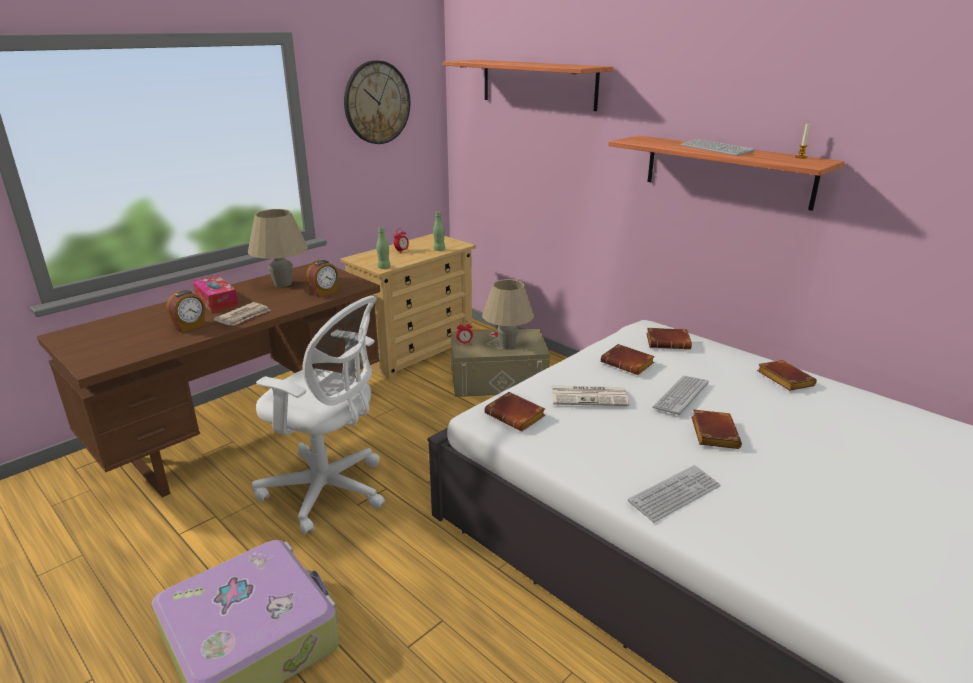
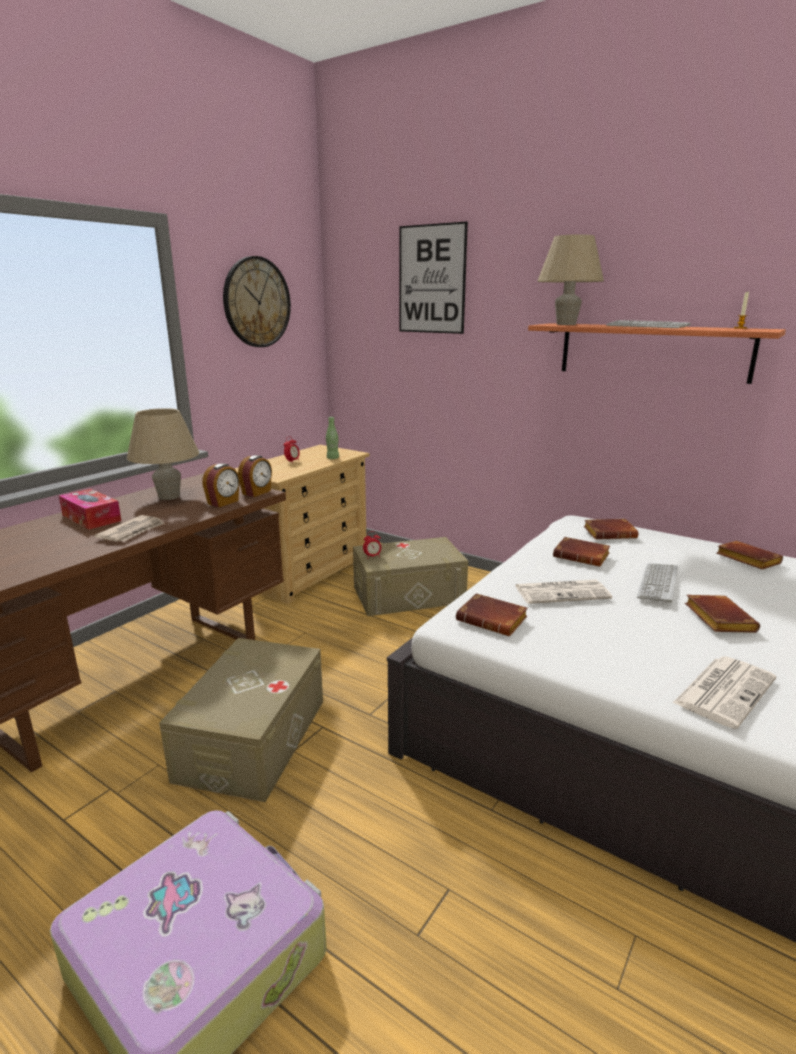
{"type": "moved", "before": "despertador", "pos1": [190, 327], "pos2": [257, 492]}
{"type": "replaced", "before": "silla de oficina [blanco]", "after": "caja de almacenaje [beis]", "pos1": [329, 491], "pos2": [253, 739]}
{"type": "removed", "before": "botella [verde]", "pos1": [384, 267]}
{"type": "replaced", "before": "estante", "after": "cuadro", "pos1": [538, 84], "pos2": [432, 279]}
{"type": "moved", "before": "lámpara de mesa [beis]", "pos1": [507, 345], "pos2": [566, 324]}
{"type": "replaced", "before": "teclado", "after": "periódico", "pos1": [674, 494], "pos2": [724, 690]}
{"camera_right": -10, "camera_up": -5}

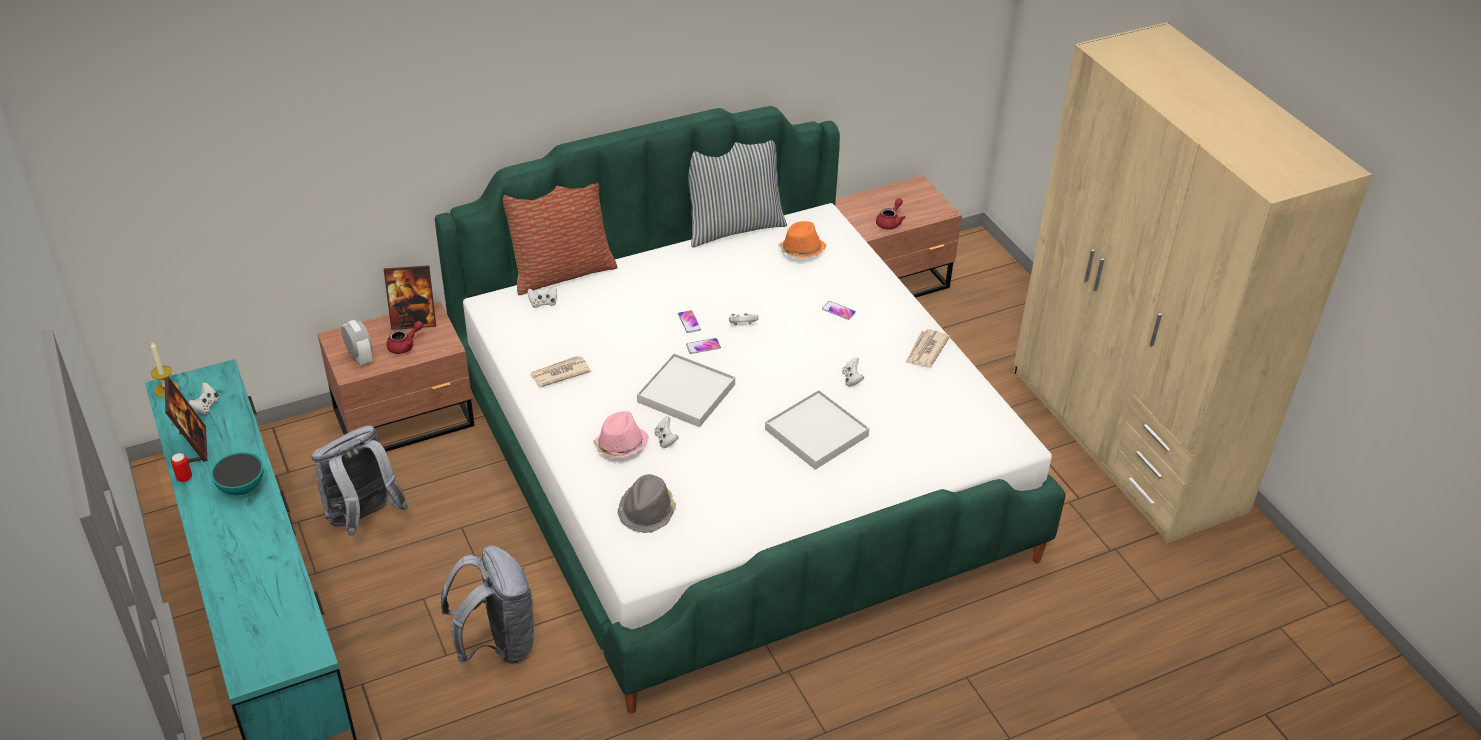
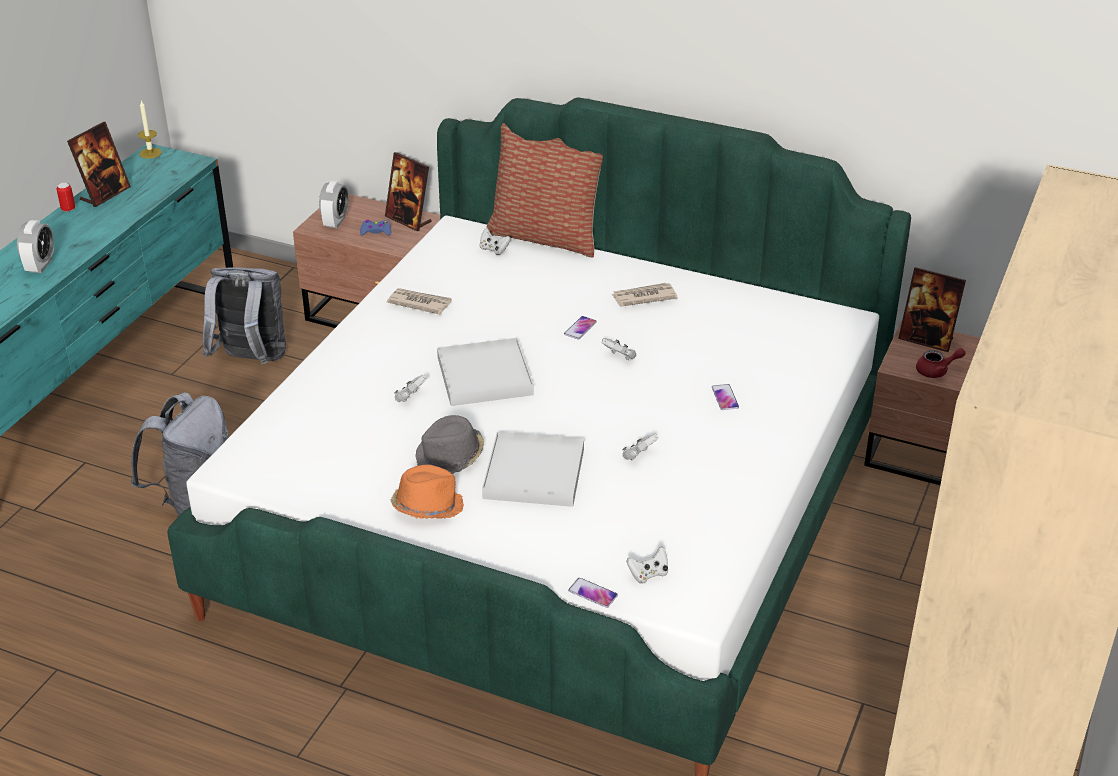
{"type": "moved", "before": "mando de consola [blanco]", "pos1": [206, 406], "pos2": [648, 574]}
{"type": "removed", "before": "cuenco", "pos1": [242, 487]}
{"type": "replaced", "before": "tetera [rojo]", "after": "mando de consola [azul]", "pos1": [405, 345], "pos2": [376, 231]}
{"type": "removed", "before": "sombrero [rosa]", "pos1": [620, 446]}
{"type": "moved", "before": "sombrero [gris]", "pos1": [647, 511], "pos2": [450, 456]}
{"type": "moved", "before": "móvil", "pos1": [703, 346], "pos2": [592, 593]}
{"type": "removed", "before": "cojín", "pos1": [733, 227]}
{"type": "moved", "before": "sombrero [naranja]", "pos1": [801, 251], "pos2": [427, 506]}
{"type": "moved", "before": "periódico", "pos1": [926, 350], "pos2": [643, 297]}
{"type": "added", "after": "despertador", "pos2": [40, 265]}
{"type": "added", "after": "portarretratos", "pos2": [926, 339]}
{"camera_right": 50, "camera_up": -5}

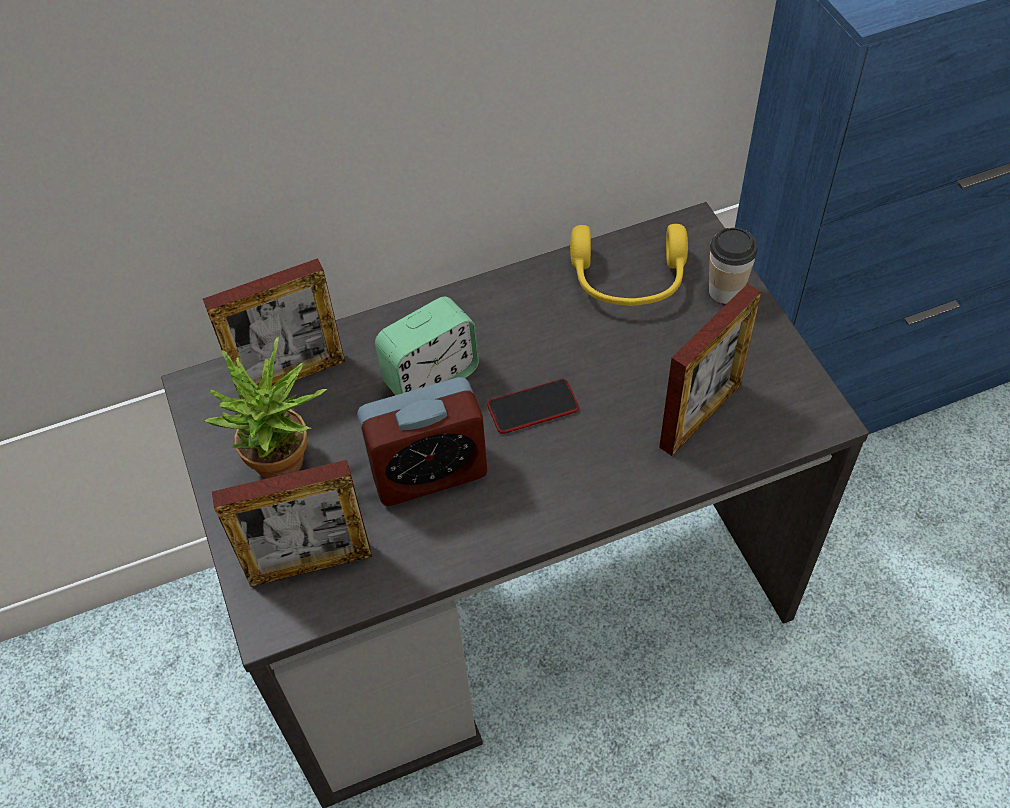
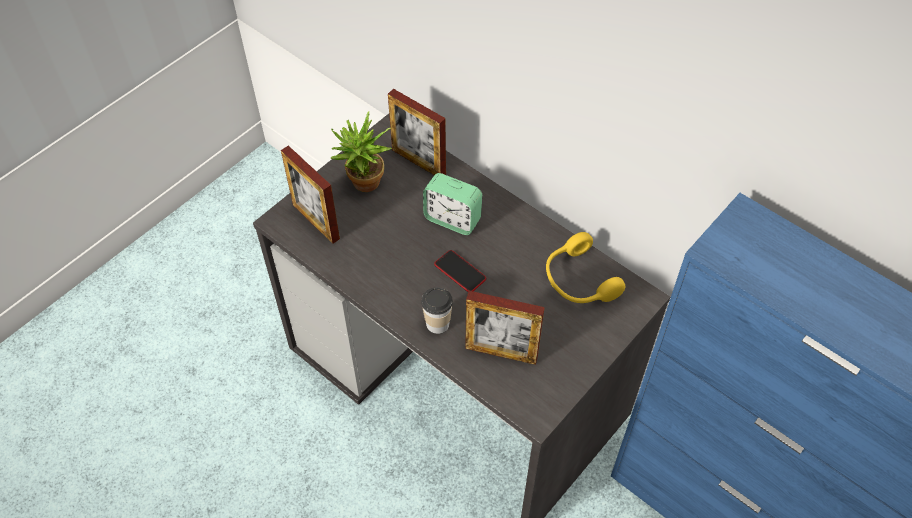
{"type": "removed", "before": "despertador", "pos1": [429, 472]}
{"type": "moved", "before": "taza", "pos1": [725, 290], "pos2": [437, 324]}
{"camera_right": 60, "camera_up": 0}

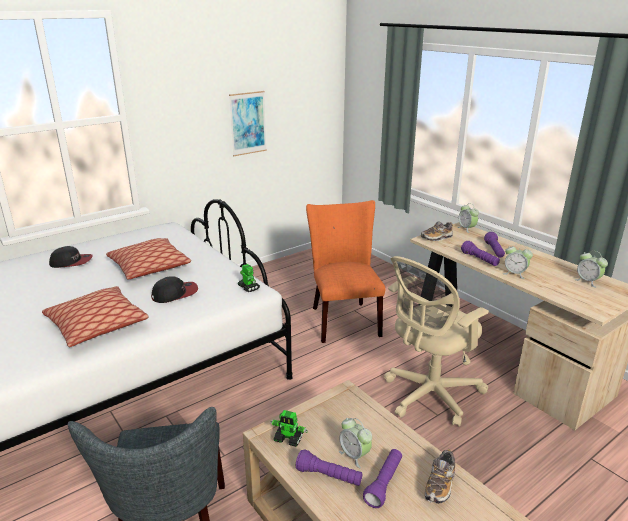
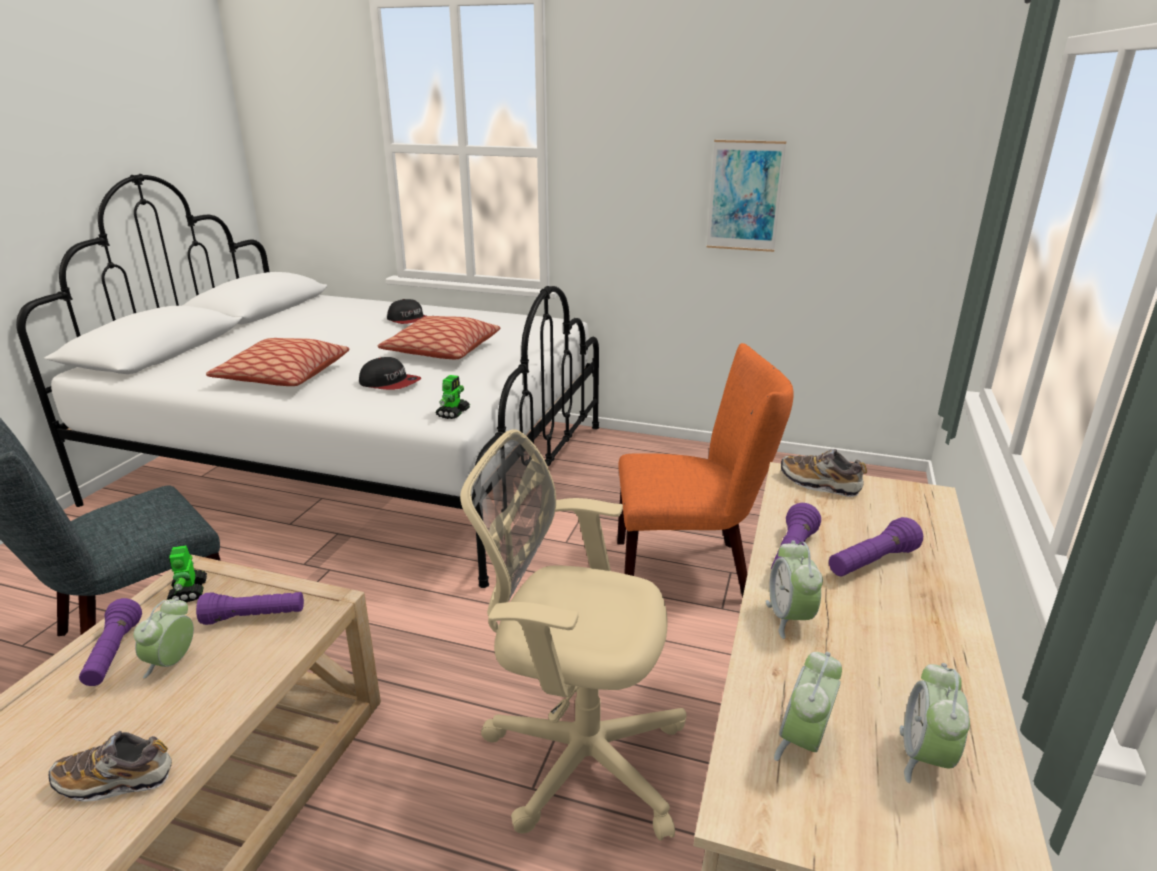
{"type": "turned", "before": "silla [naranja]", "pos1": [343, 319], "pos2": [691, 571], "turn": 45}
{"type": "moved", "before": "linterna [morado]", "pos1": [384, 483], "pos2": [254, 617]}
{"type": "moved", "before": "despertador", "pos1": [466, 229], "pos2": [803, 742]}
{"camera_right": 55, "camera_up": 0}

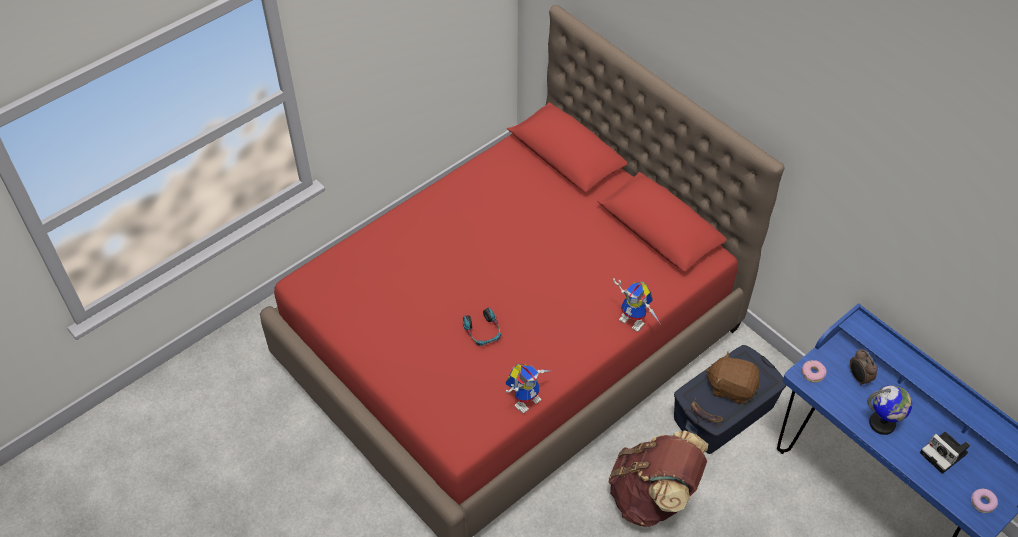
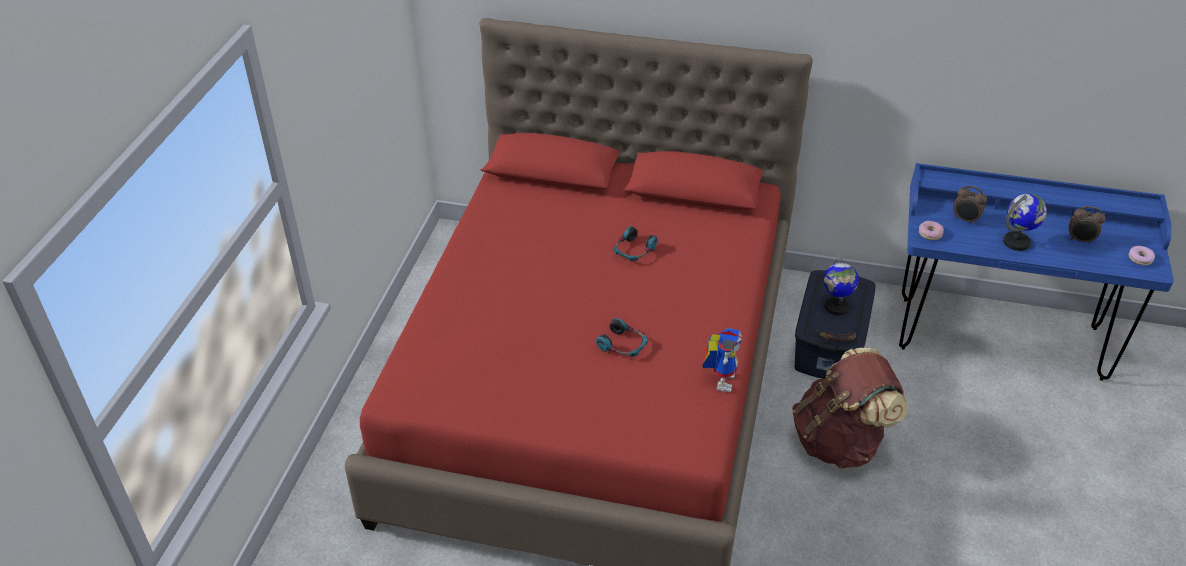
{"type": "removed", "before": "robot de juguete", "pos1": [635, 320]}
{"type": "replaced", "before": "peluche [marrón]", "after": "globo terráqueo", "pos1": [731, 387], "pos2": [836, 307]}
{"type": "replaced", "before": "cámara", "after": "despertador", "pos1": [944, 454], "pos2": [1080, 240]}
{"type": "added", "after": "auriculares", "pos2": [634, 251]}
{"camera_right": -35, "camera_up": -10}

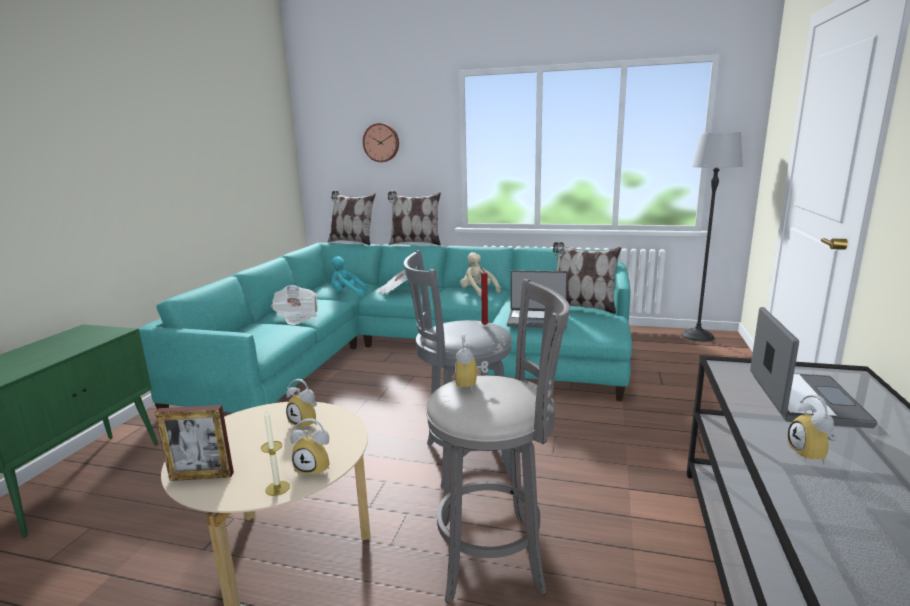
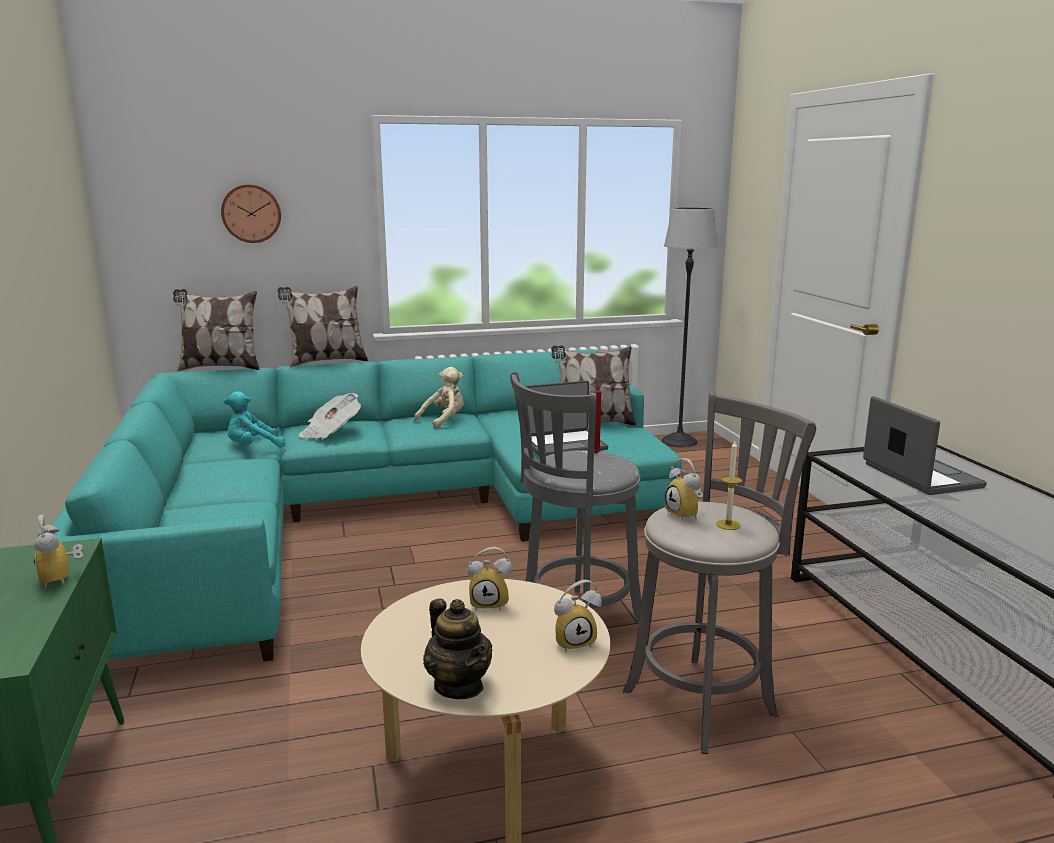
{"type": "replaced", "before": "portarretratos", "after": "tetera", "pos1": [202, 476], "pos2": [459, 686]}
{"type": "moved", "before": "vela", "pos1": [277, 488], "pos2": [728, 525]}
{"type": "removed", "before": "periódico", "pos1": [296, 317]}
{"type": "turned", "before": "peluche [beis]", "pos1": [477, 292], "pos2": [444, 421], "turn": 120}
{"type": "moved", "before": "despertador", "pos1": [813, 455], "pos2": [62, 579]}
{"camera_right": -30, "camera_up": 0}

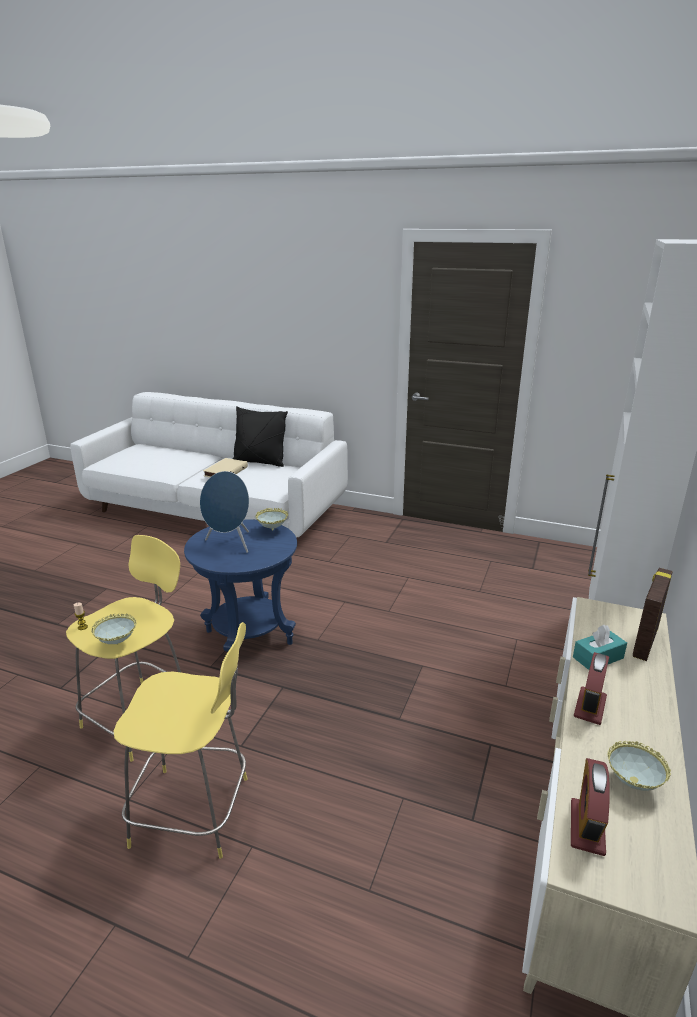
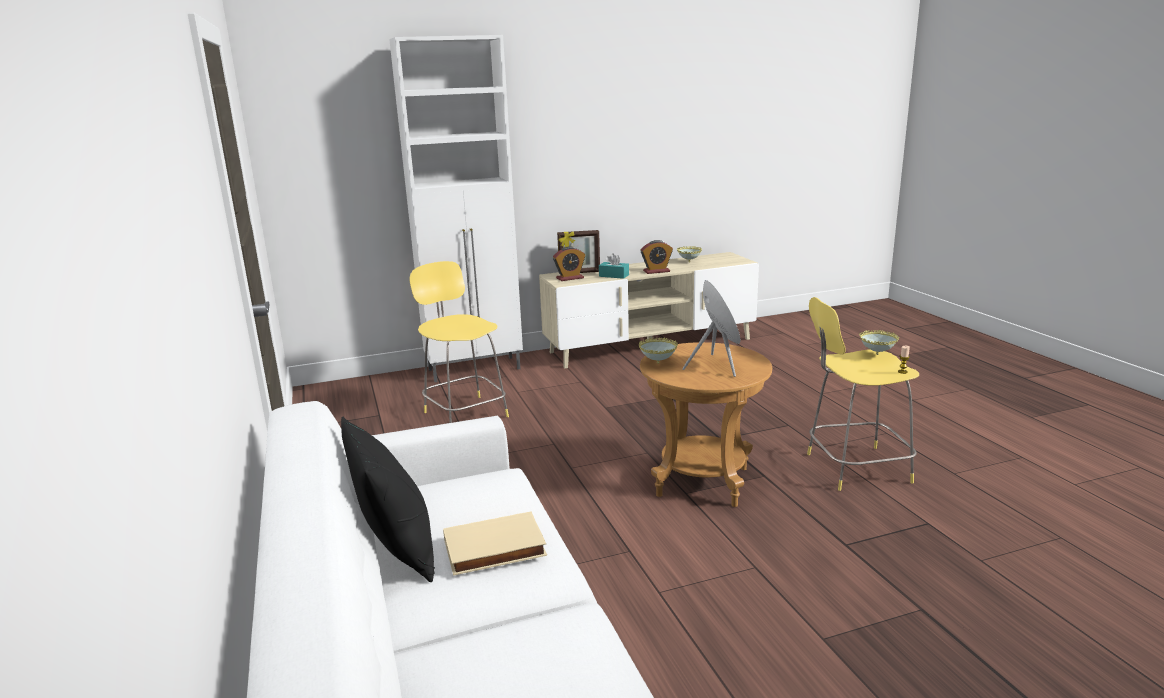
{"type": "moved", "before": "taburete [amarillo]", "pos1": [195, 812], "pos2": [464, 413]}
{"type": "recoloured", "before": "mesa auxiliar [azul]", "after": "mesa auxiliar [marrón]", "pos1": [248, 637], "pos2": [702, 482]}
{"type": "moved", "before": "despertador", "pos1": [587, 827], "pos2": [570, 278]}
{"camera_right": -130, "camera_up": -5}

